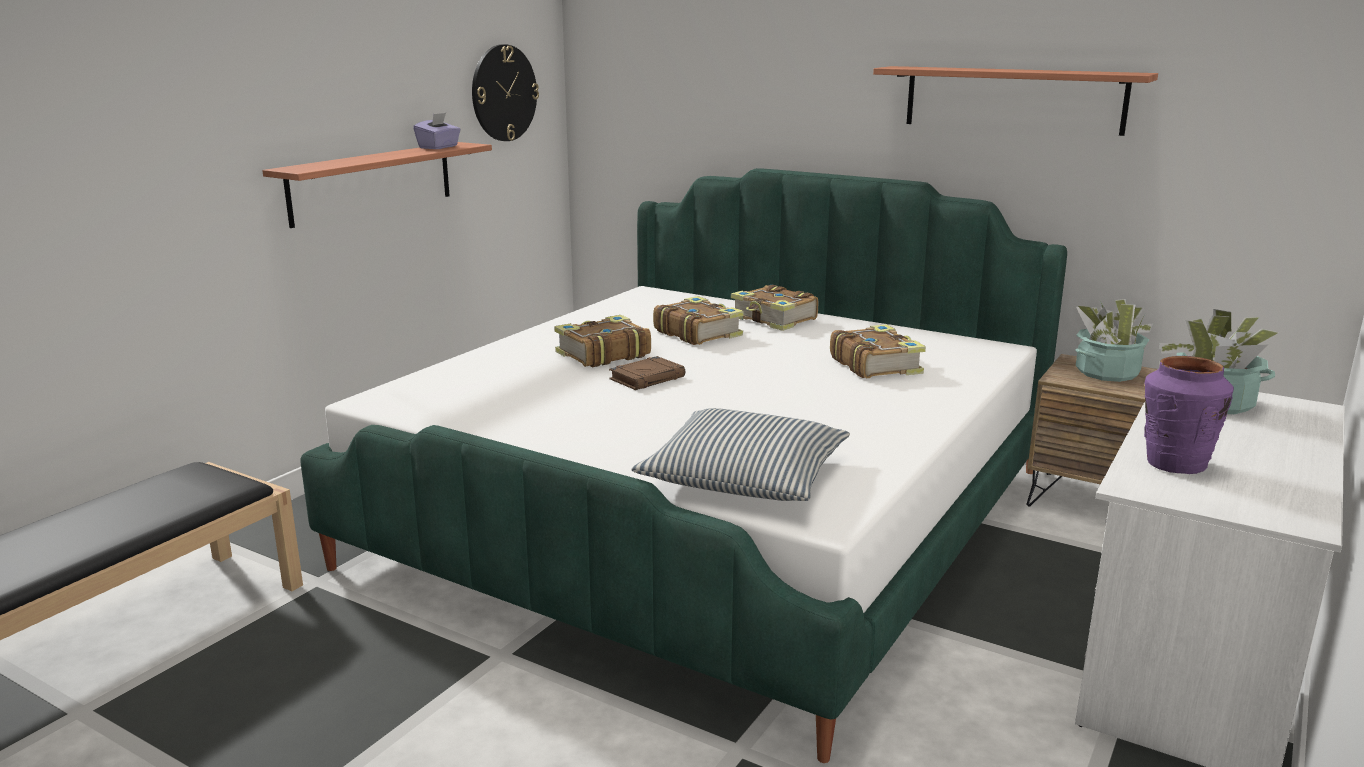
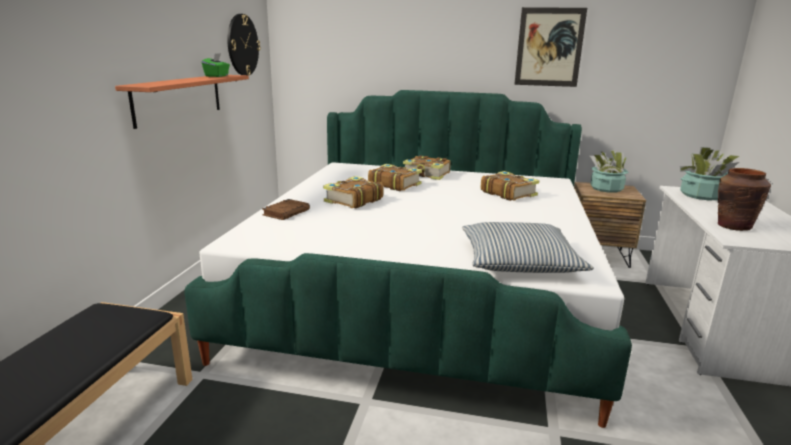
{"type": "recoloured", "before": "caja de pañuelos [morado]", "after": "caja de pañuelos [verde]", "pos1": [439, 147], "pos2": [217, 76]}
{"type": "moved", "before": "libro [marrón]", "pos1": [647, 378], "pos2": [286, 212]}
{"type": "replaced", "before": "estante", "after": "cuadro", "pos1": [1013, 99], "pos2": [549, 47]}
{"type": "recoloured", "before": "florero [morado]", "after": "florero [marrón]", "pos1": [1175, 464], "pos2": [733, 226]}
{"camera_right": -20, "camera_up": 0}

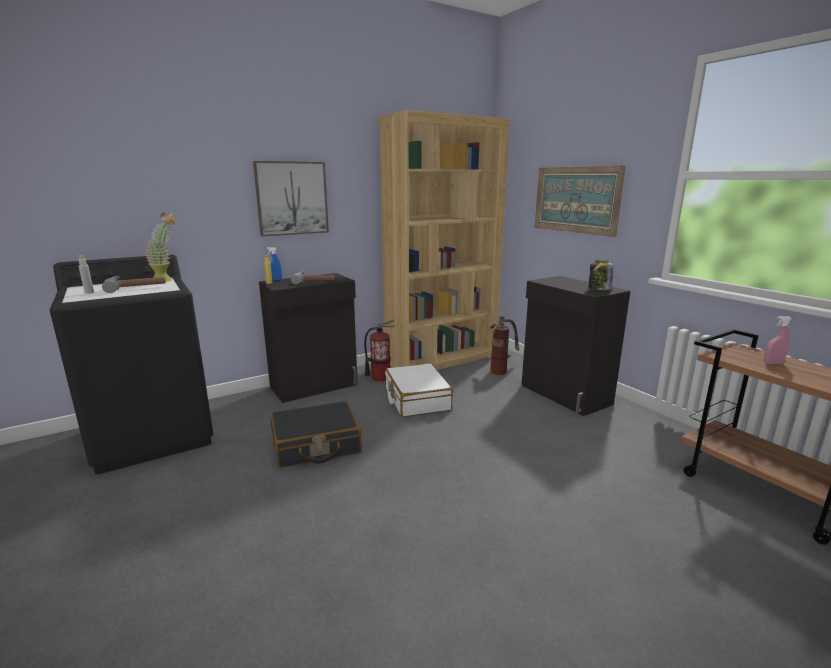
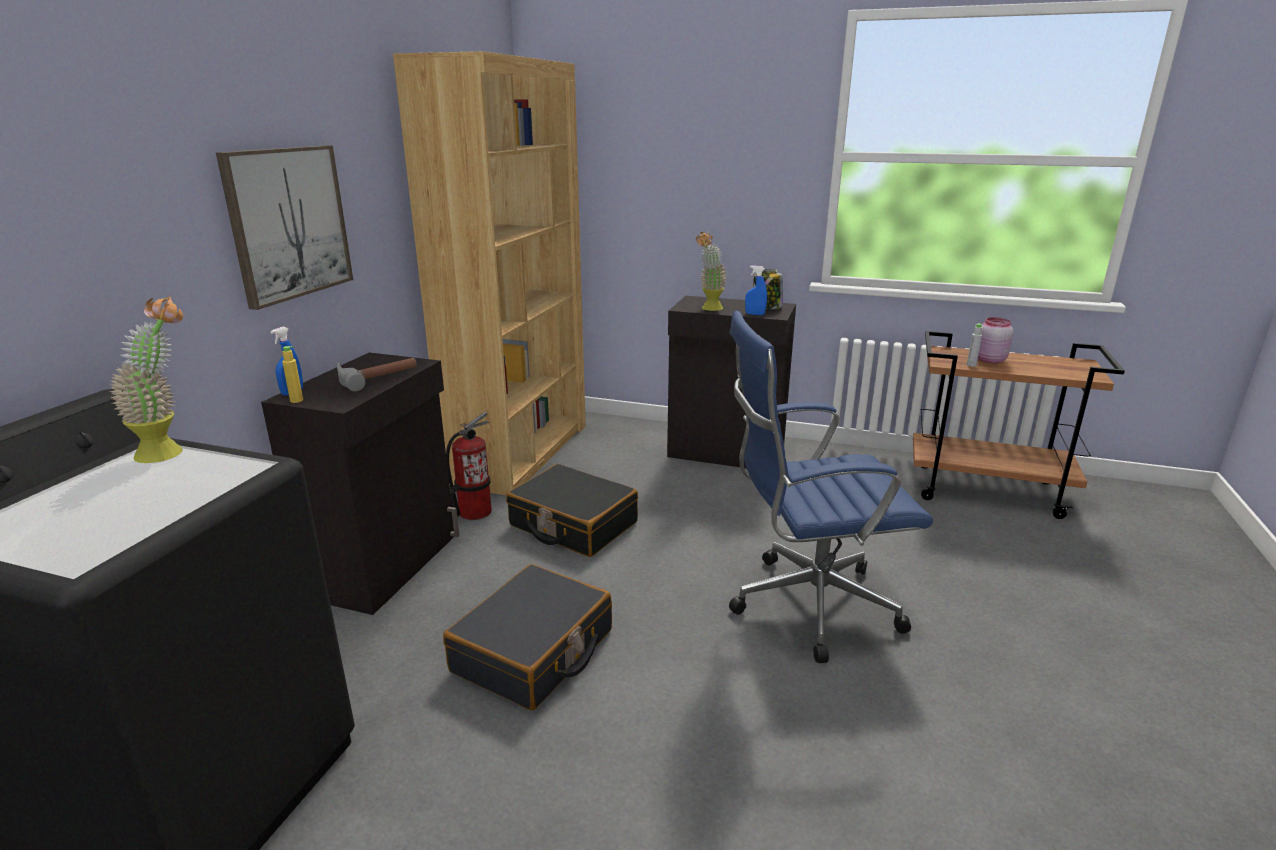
{"type": "moved", "before": "botella [gris]", "pos1": [89, 292], "pos2": [971, 365]}
{"type": "removed", "before": "martillo", "pos1": [137, 287]}
{"type": "recoloured", "before": "maleta [blanco]", "after": "maleta [negro]", "pos1": [416, 399], "pos2": [573, 524]}
{"type": "removed", "before": "extintor", "pos1": [501, 369]}
{"type": "removed", "before": "cuadro", "pos1": [576, 199]}
{"type": "replaced", "before": "pulverizador [rosa]", "after": "tarro [rosa]", "pos1": [773, 363], "pos2": [989, 360]}
{"type": "added", "after": "planta en maceta", "pos2": [709, 309]}
{"type": "added", "after": "silla de oficina [azul]", "pos2": [806, 605]}
{"type": "added", "after": "pulverizador [azul]", "pos2": [755, 314]}
{"camera_right": -40, "camera_up": 5}

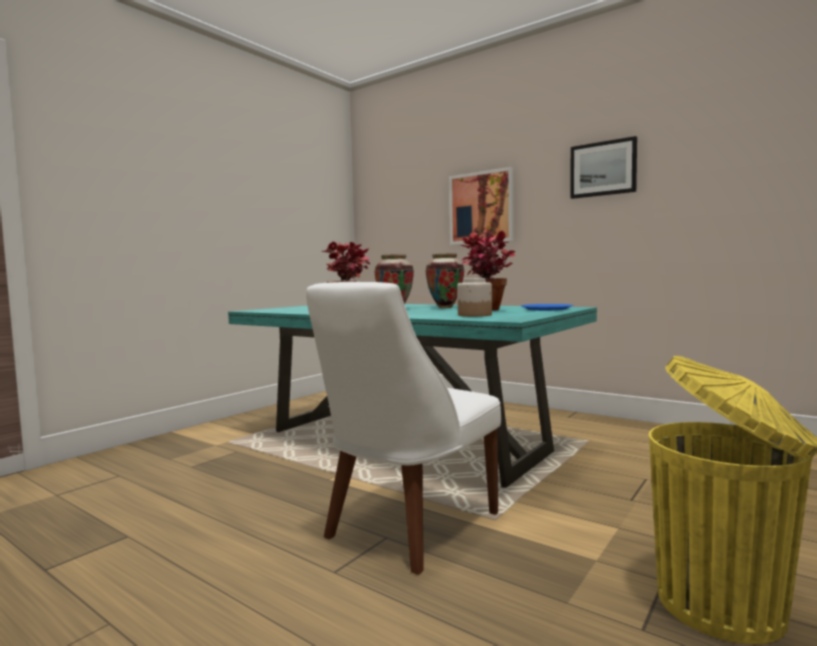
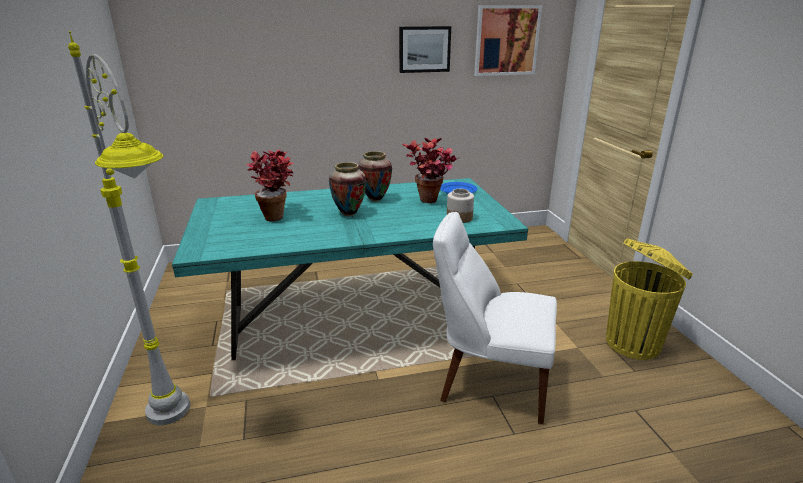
{"type": "turned", "before": "silla [blanco]", "pos1": [407, 528], "pos2": [489, 383], "turn": 120}
{"type": "moved", "before": "cuadro", "pos1": [481, 207], "pos2": [506, 40]}
{"type": "added", "after": "lámpara de pie [gris]", "pos2": [183, 429]}
{"camera_right": -50, "camera_up": 20}

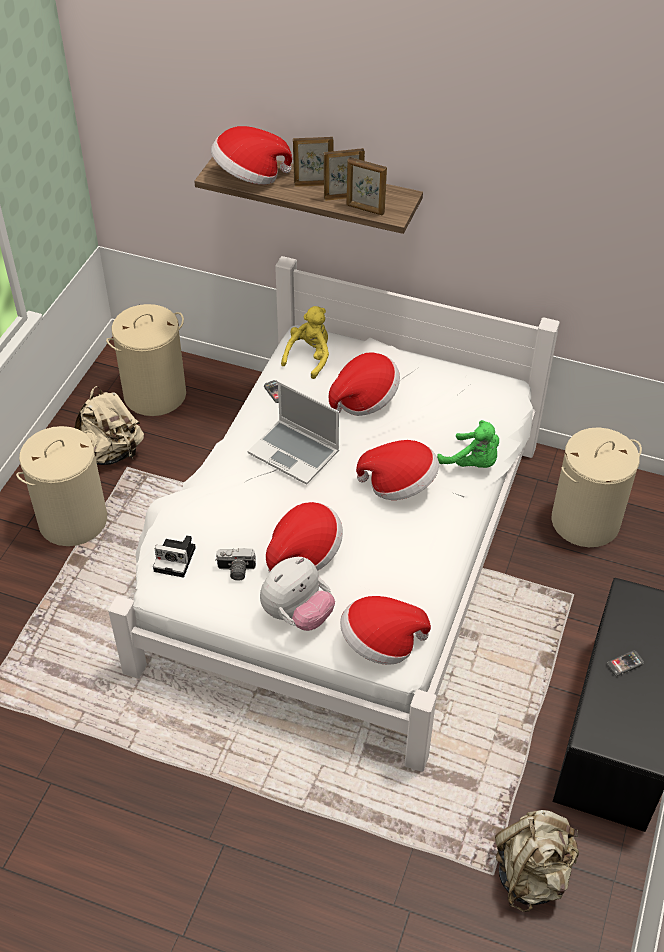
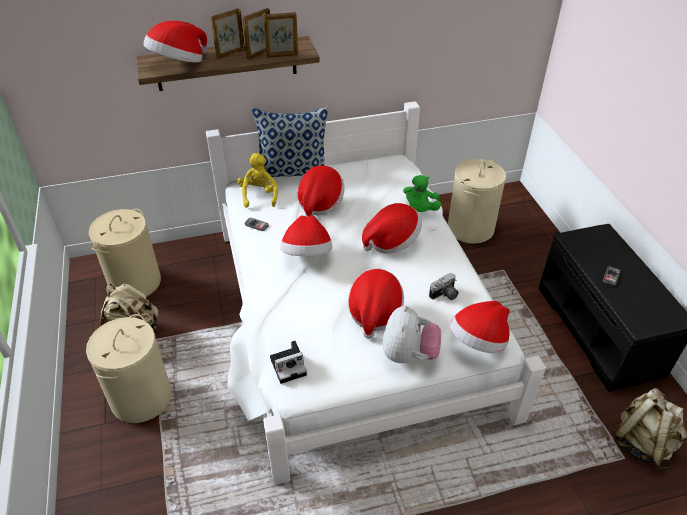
{"type": "moved", "before": "cámara", "pos1": [236, 571], "pos2": [444, 295]}
{"type": "replaced", "before": "portátil", "after": "sombrero", "pos1": [295, 453], "pos2": [307, 254]}
{"type": "turned", "before": "peluche [verde]", "pos1": [472, 463], "pos2": [420, 209], "turn": 105}
{"type": "added", "after": "cojín", "pos2": [293, 172]}
{"camera_right": -35, "camera_up": -5}

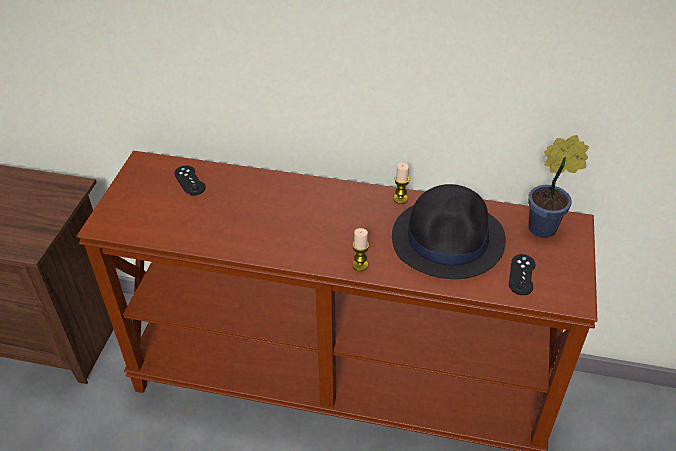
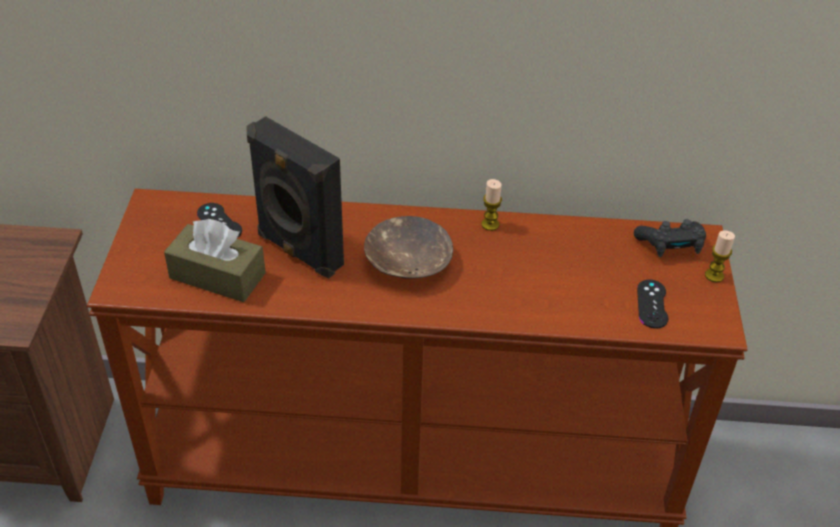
{"type": "moved", "before": "vela", "pos1": [360, 265], "pos2": [714, 275]}
{"type": "removed", "before": "sombrero [negro]", "pos1": [448, 239]}
{"type": "replaced", "before": "planta en maceta", "after": "mando de consola [negro]", "pos1": [546, 228], "pos2": [670, 246]}
{"type": "added", "after": "caja de pañuelos [marrón]", "pos2": [217, 276]}
{"type": "added", "after": "altavoz [negro]", "pos2": [298, 251]}
{"type": "added", "after": "cuenco [marrón]", "pos2": [407, 262]}
{"camera_right": -10, "camera_up": 0}

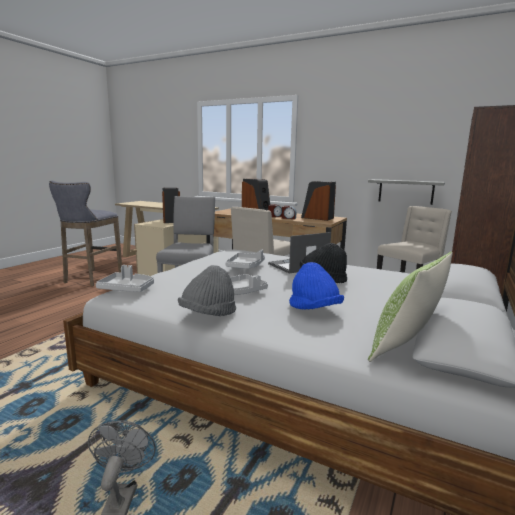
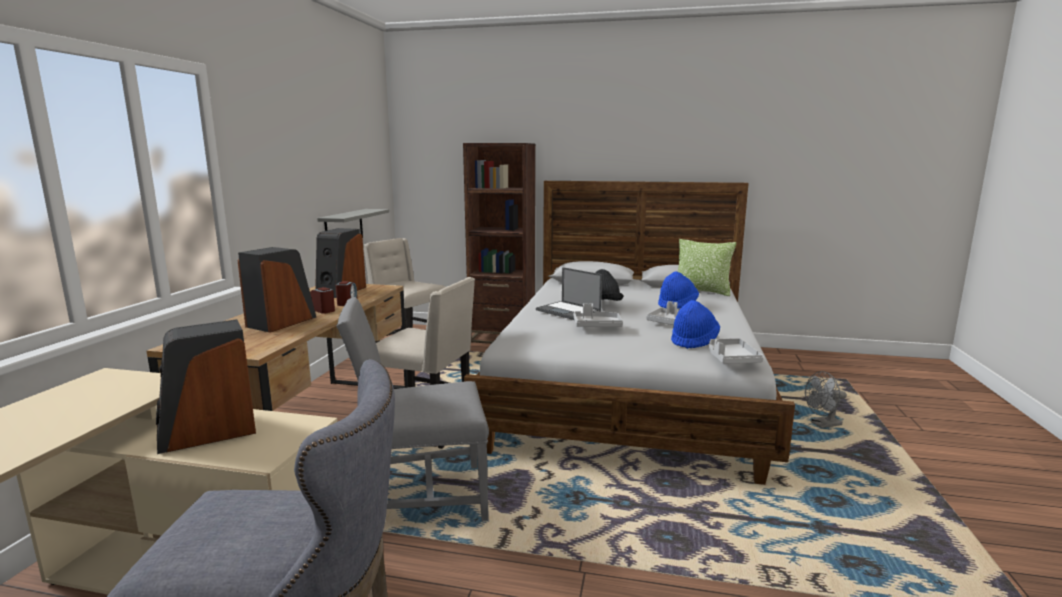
{"type": "removed", "before": "sombrero [gris]", "pos1": [208, 315]}
{"type": "added", "after": "sombrero [azul]", "pos2": [694, 341]}
{"camera_right": -105, "camera_up": 0}

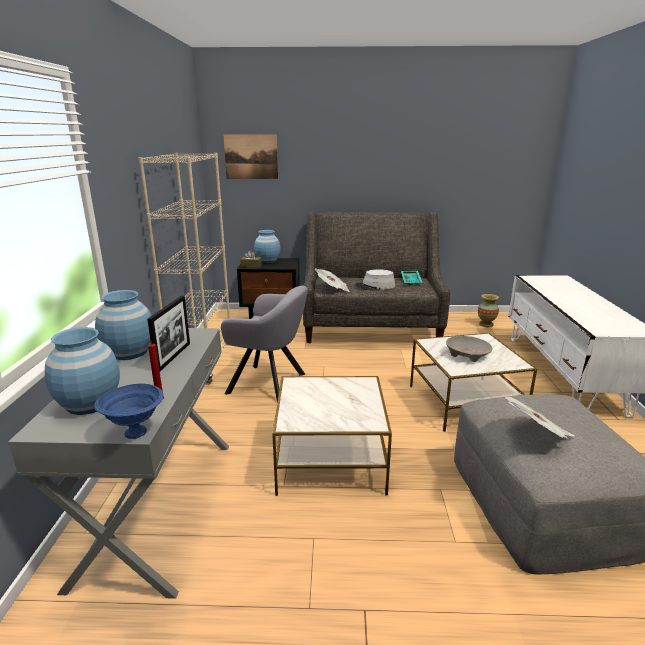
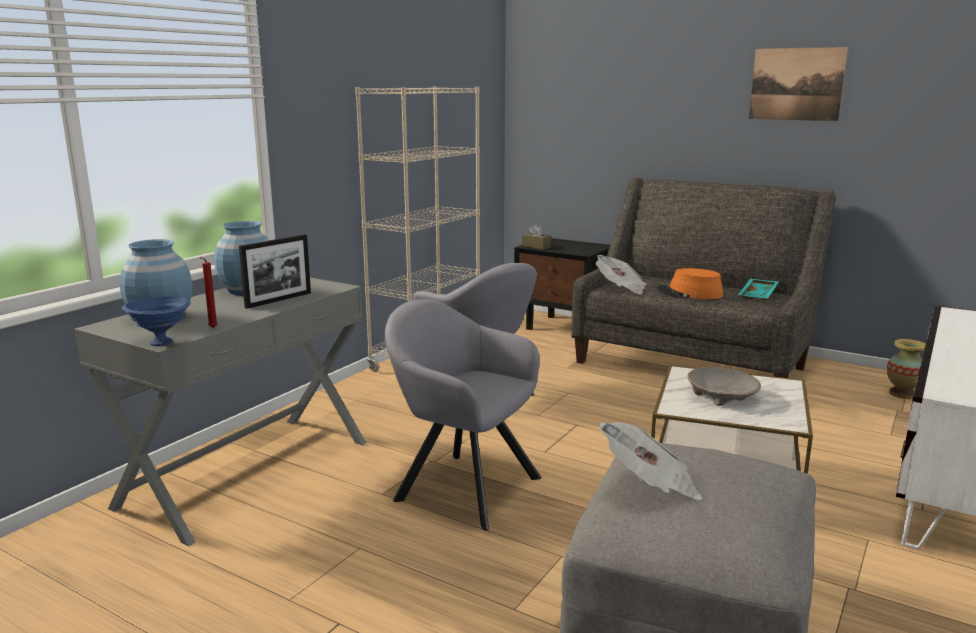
{"type": "moved", "before": "cuadro", "pos1": [251, 156], "pos2": [796, 84]}
{"type": "removed", "before": "florero [azul]", "pos1": [268, 261]}
{"type": "replaced", "before": "mesa auxiliar", "after": "sillón [gris]", "pos1": [330, 459], "pos2": [461, 486]}
{"type": "recoloured", "before": "sombrero [gris]", "after": "sombrero [naranja]", "pos1": [375, 286], "pos2": [689, 293]}
{"camera_right": 30, "camera_up": -5}

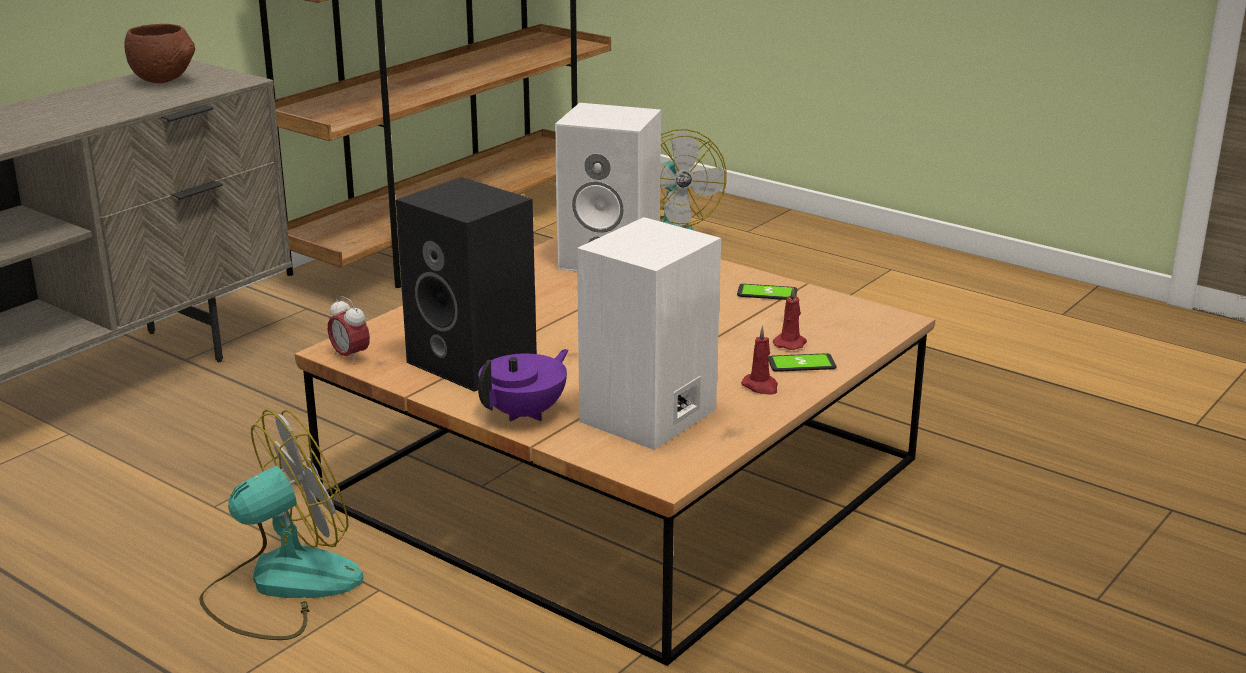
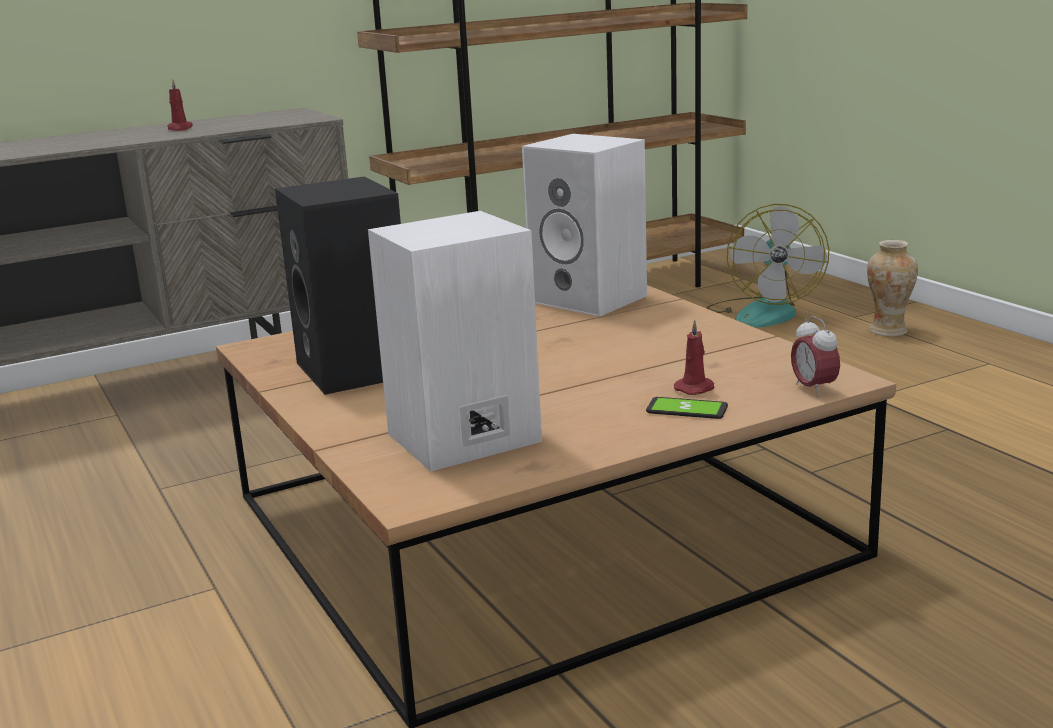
{"type": "removed", "before": "cuenco [marrón]", "pos1": [163, 82]}
{"type": "removed", "before": "ventilador", "pos1": [281, 586]}
{"type": "moved", "before": "despertador", "pos1": [350, 357], "pos2": [813, 389]}
{"type": "removed", "before": "tetera [morado]", "pos1": [525, 413]}
{"type": "removed", "before": "móvil", "pos1": [767, 293]}
{"type": "moved", "before": "vela [rojo]", "pos1": [761, 387], "pos2": [180, 128]}
{"type": "added", "after": "florero", "pos2": [888, 331]}
{"camera_right": 25, "camera_up": -5}

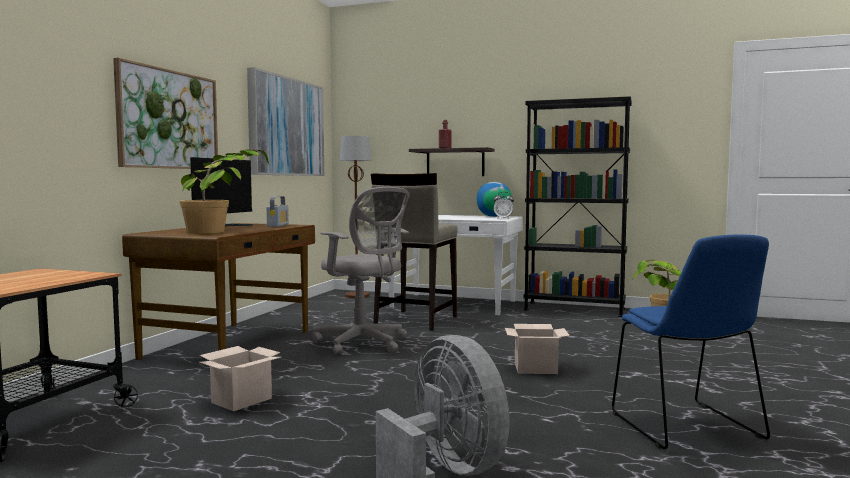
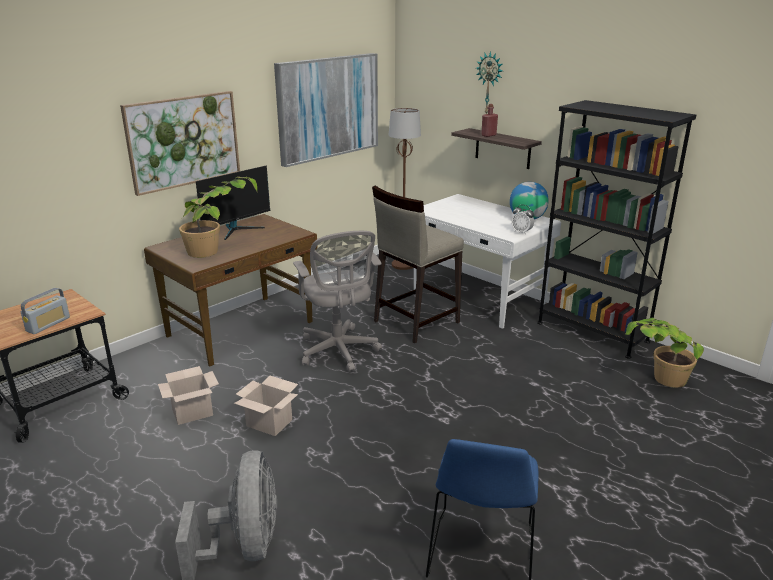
{"type": "moved", "before": "radio", "pos1": [278, 225], "pos2": [48, 324]}
{"type": "moved", "before": "caja de cartón", "pos1": [536, 368], "pos2": [270, 423]}
{"type": "added", "after": "reloj de pared", "pos2": [489, 83]}
{"camera_right": 25, "camera_up": 20}

